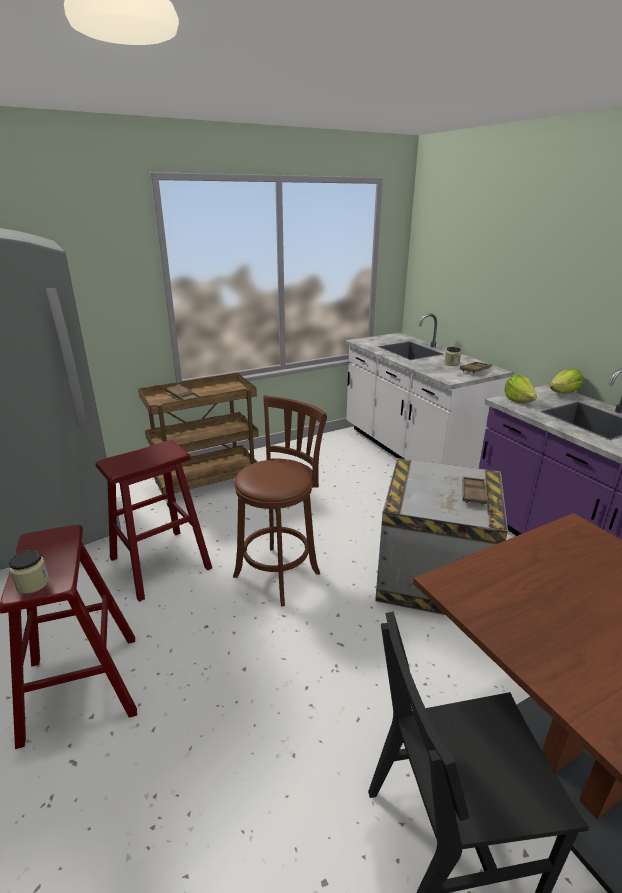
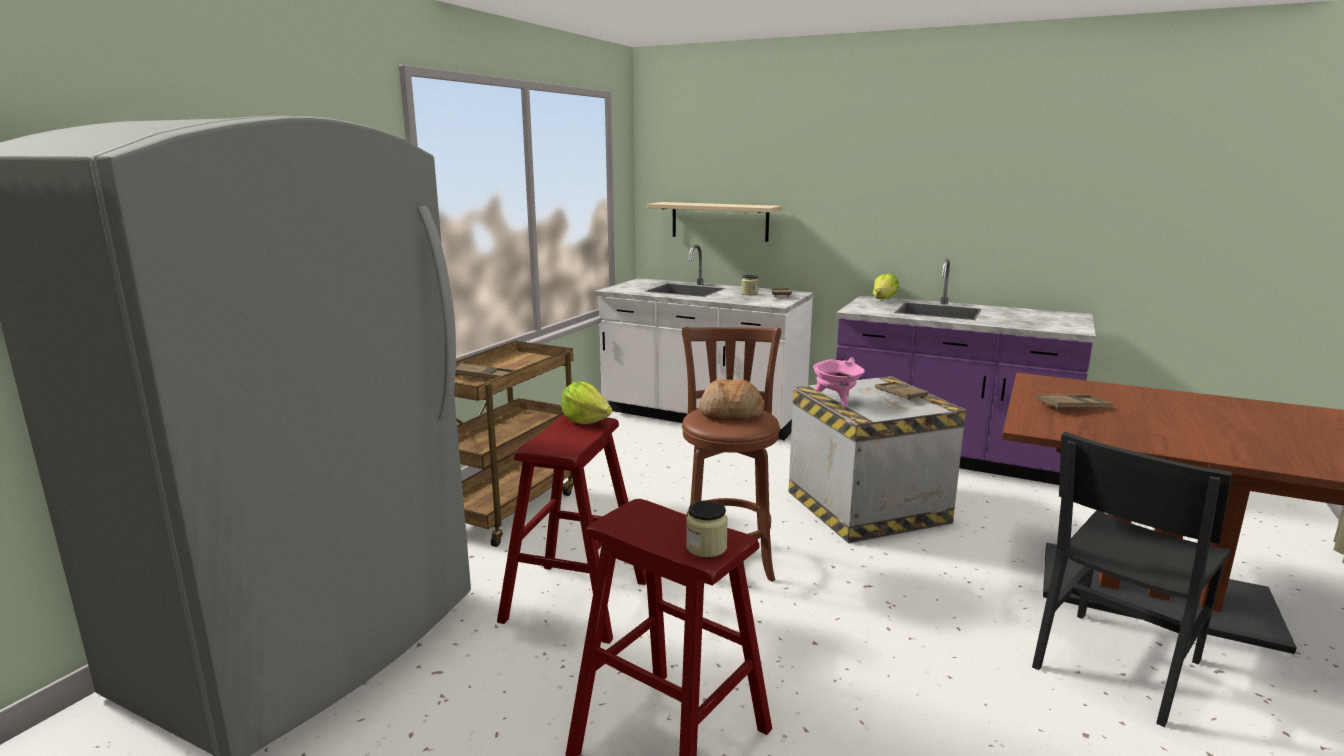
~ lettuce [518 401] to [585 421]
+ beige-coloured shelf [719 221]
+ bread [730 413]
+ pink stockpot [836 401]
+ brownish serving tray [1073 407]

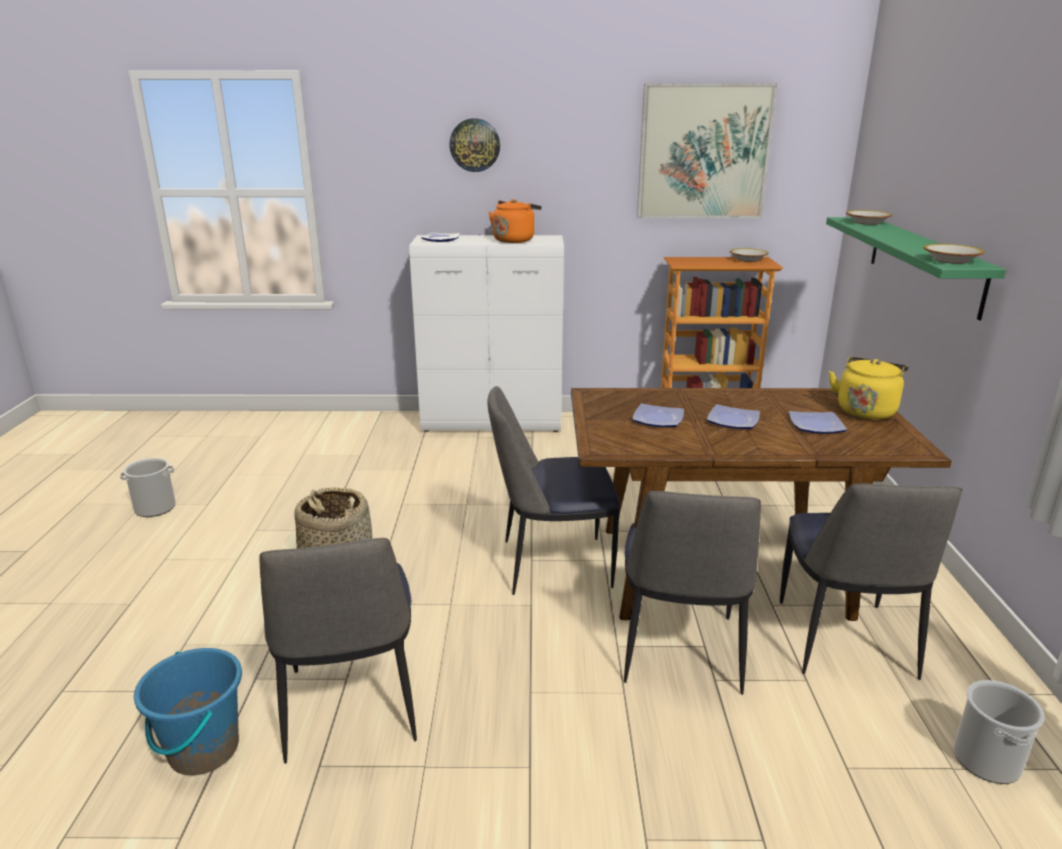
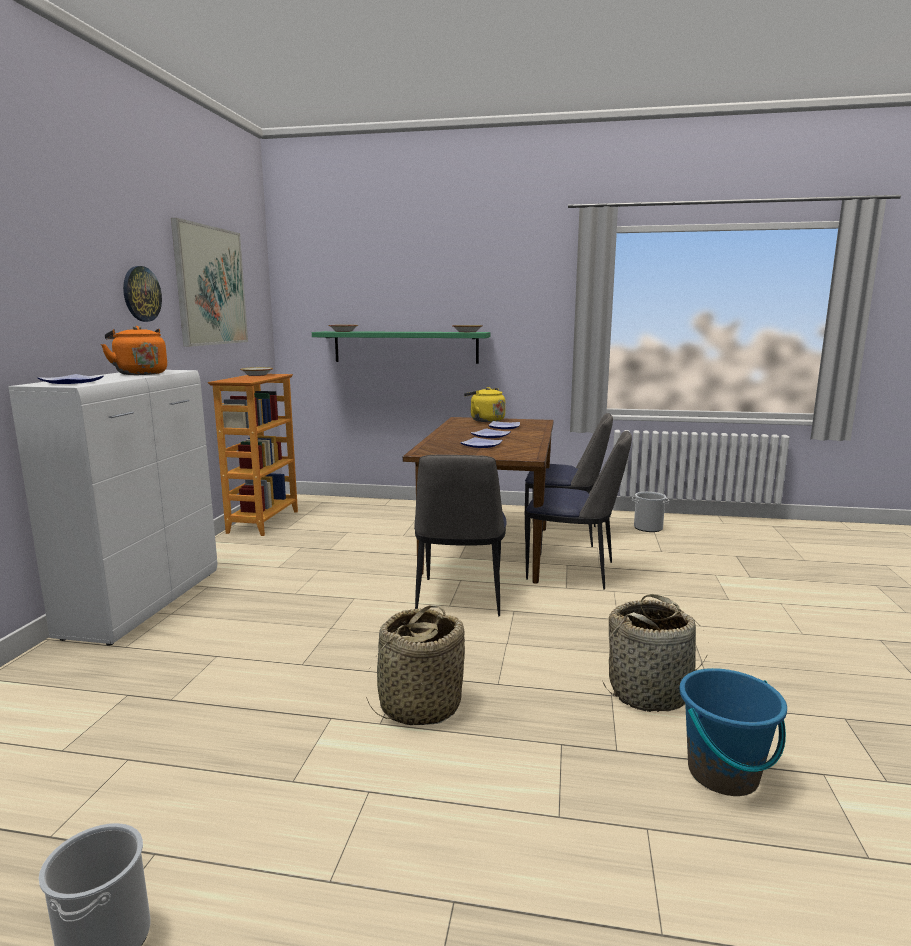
~ wall clock [475 145] to [141 294]
~ plain chair [350 709] to storage basket [649 692]

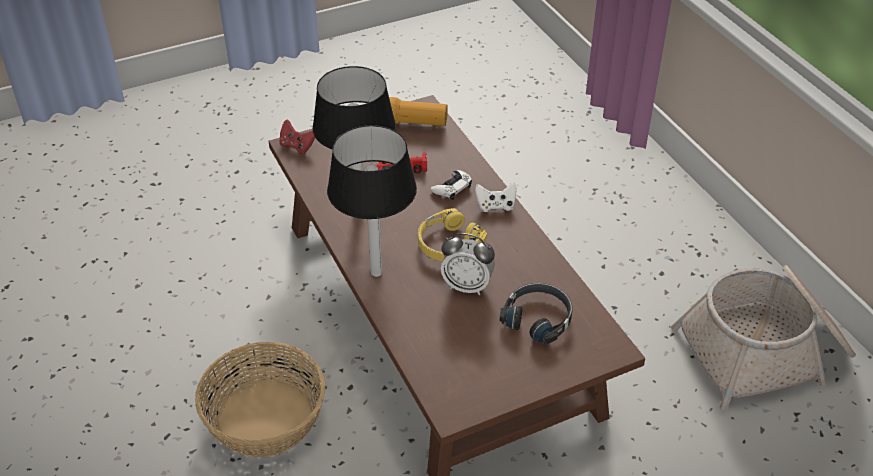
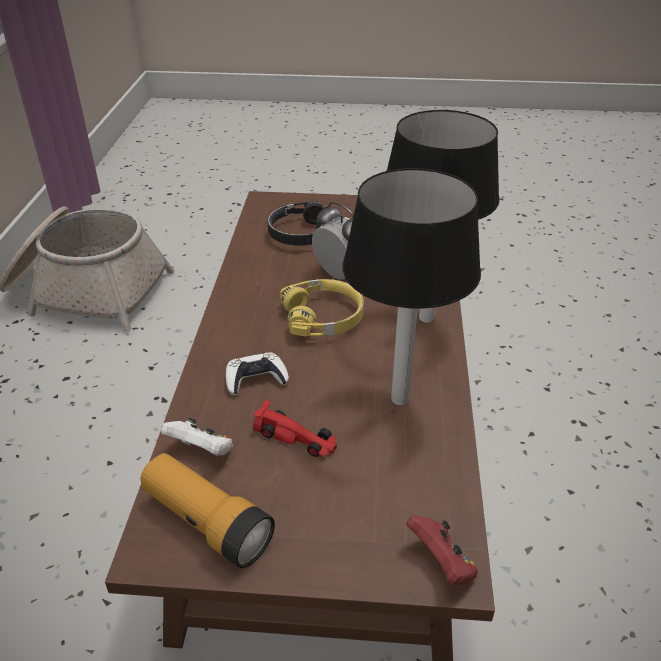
~ white-coloured joypad [495 206] to [202 451]
- storage basket [264 419]

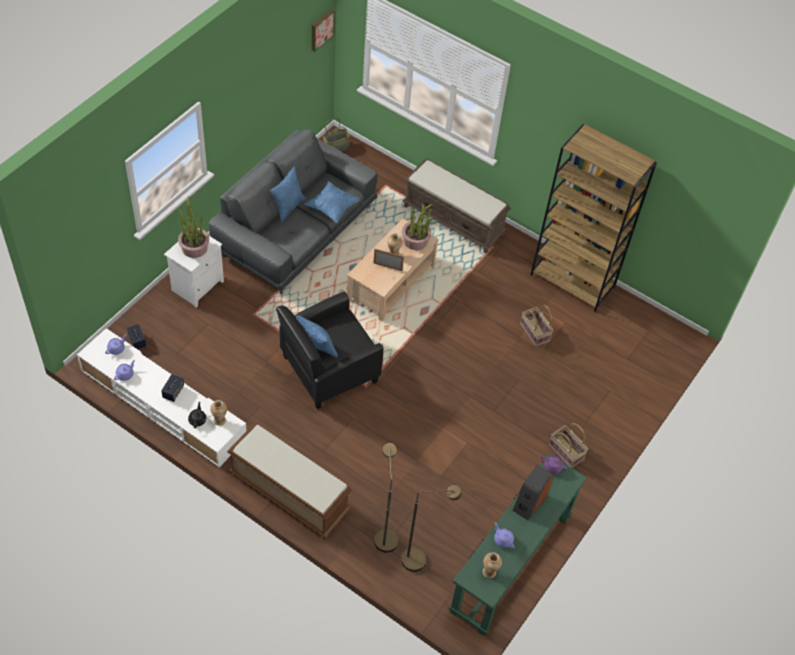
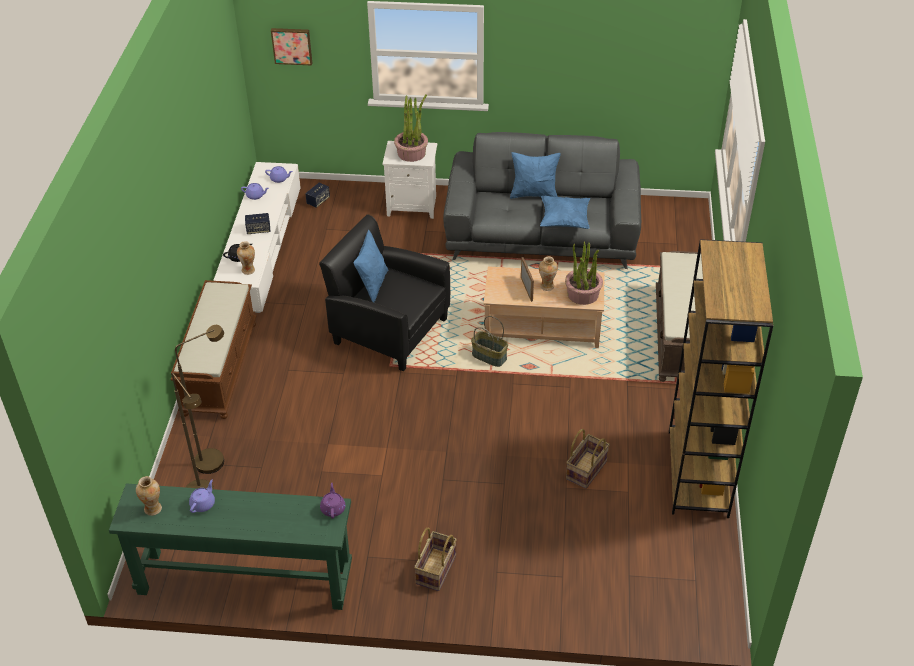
~ picture [321 29] to [292 45]
~ storage basket [336 146] to [490 356]
- audio speaker [529 502]

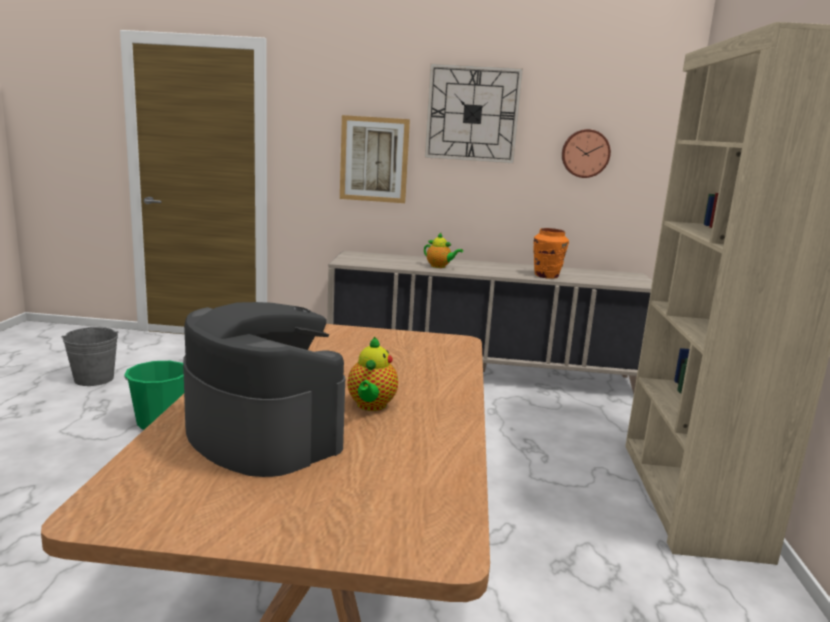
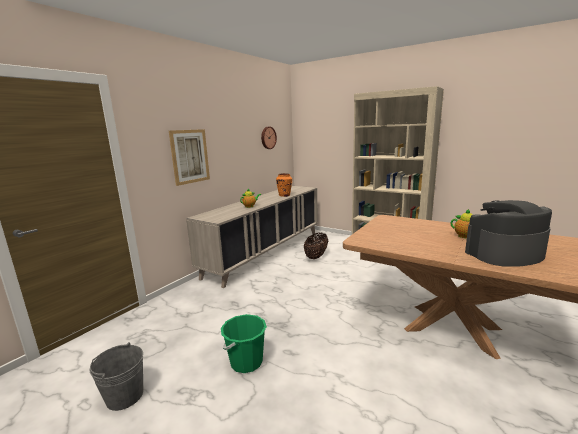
+ storage basket [316 256]
- wall clock [472 114]

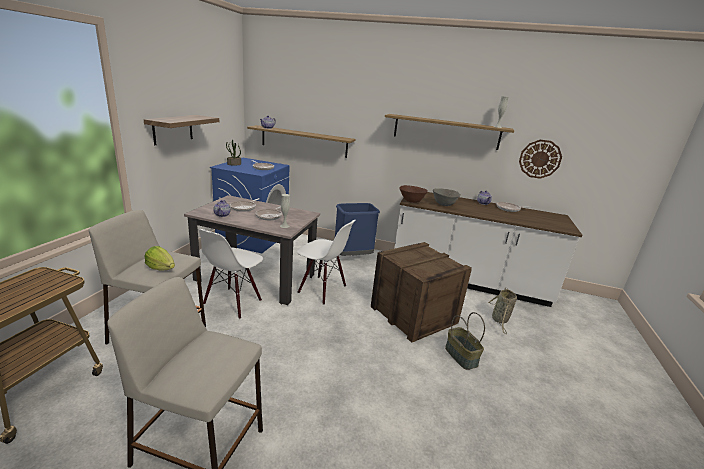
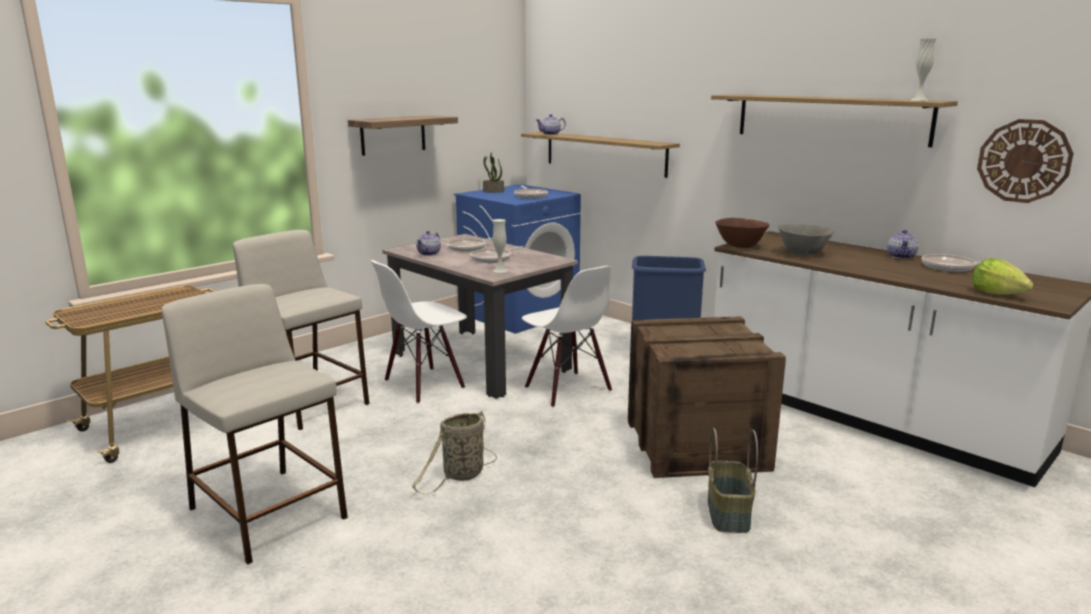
~ storage basket [500 320] to [461 476]
~ lettuce [161 268] to [997 293]

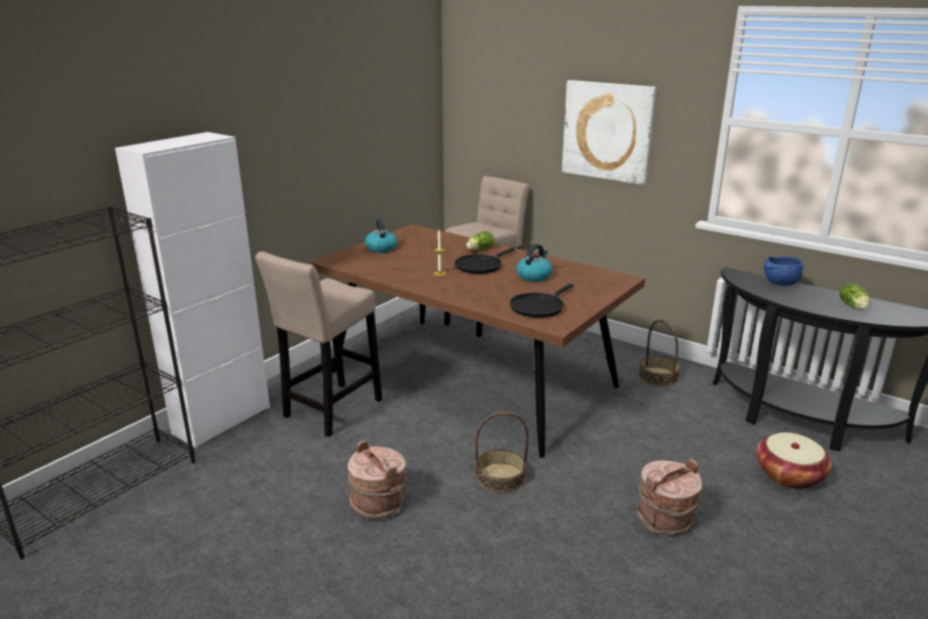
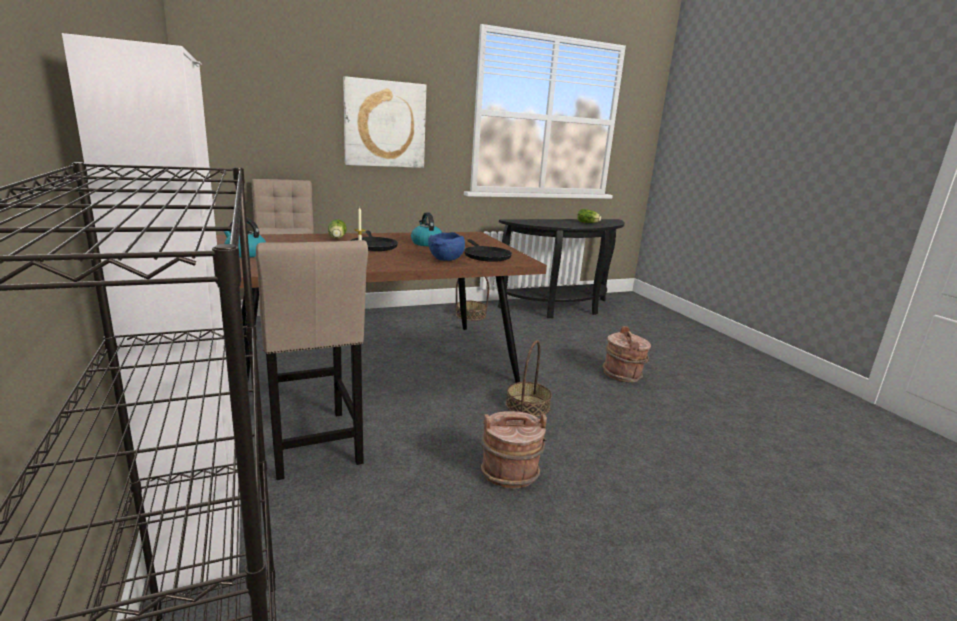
~ blue-coloured bowl [780 284] to [445 260]
- storage basket [789 475]

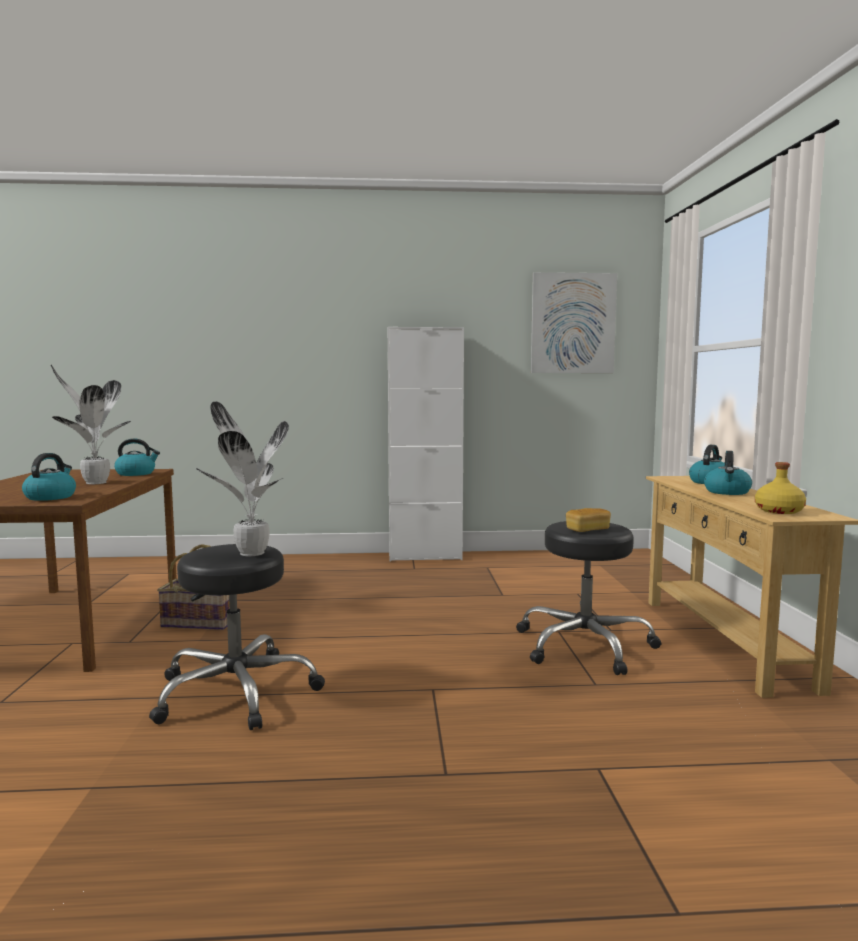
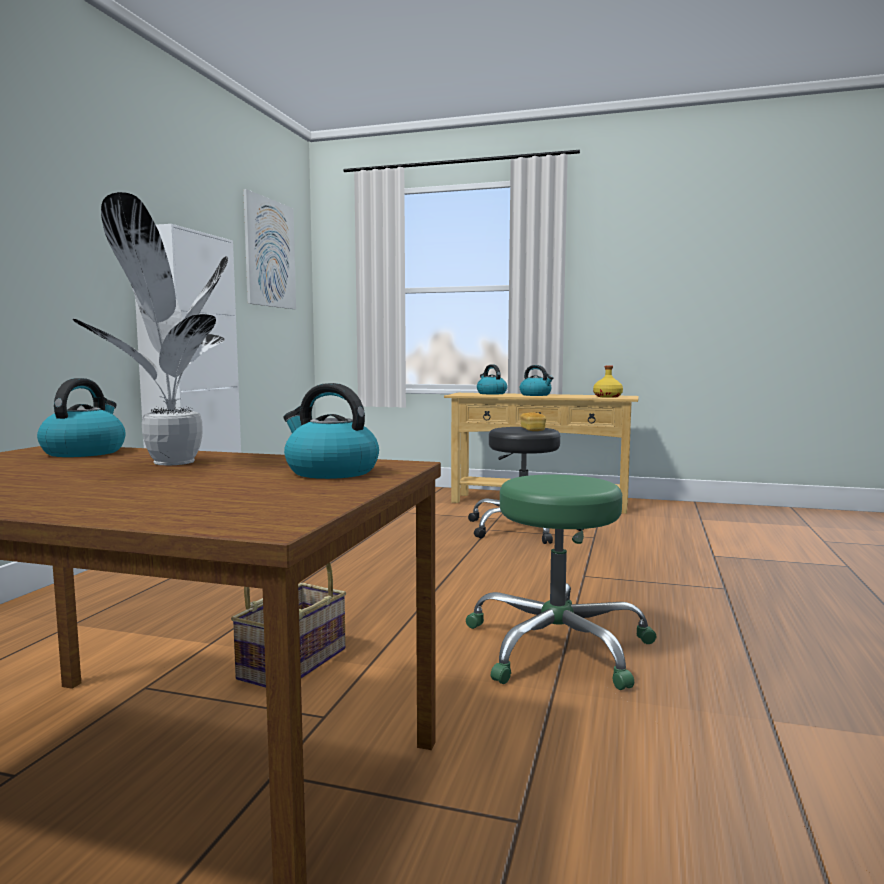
~ blackish stool [236 692] to green stool [558 647]
- potted plant [250 553]

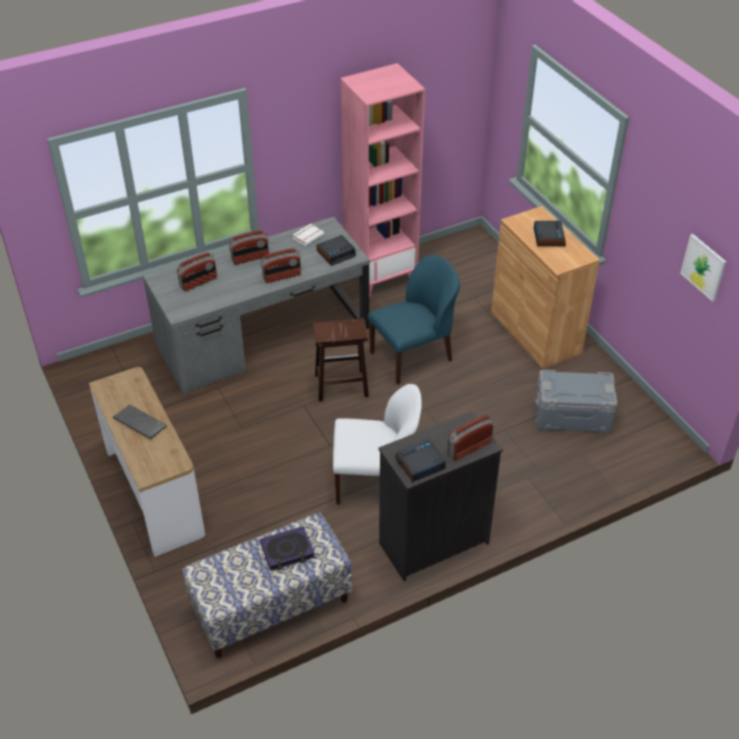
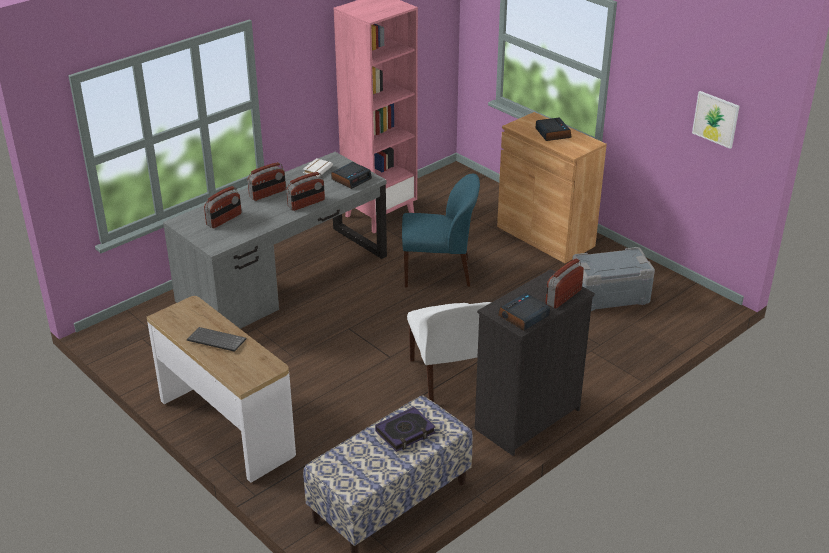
~ blue-coloured plain chair [412 356] = [439 272] 45 degrees clockwise
~ white-coloured plain chair [375 481] = [448 379] 90 degrees clockwise
- brownish stool [340 385]

